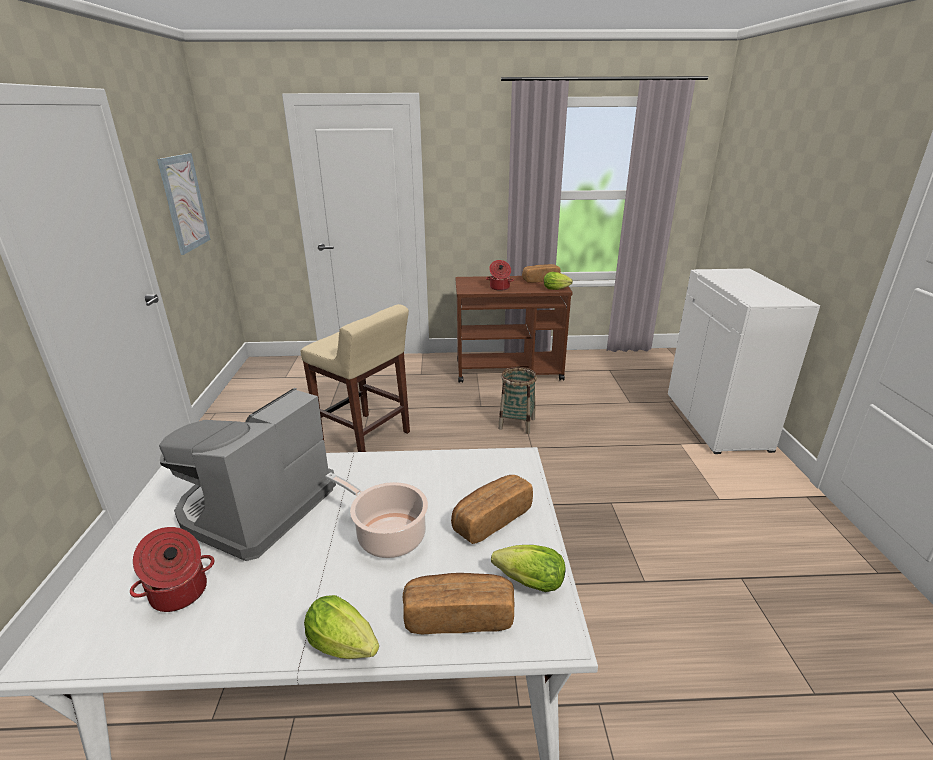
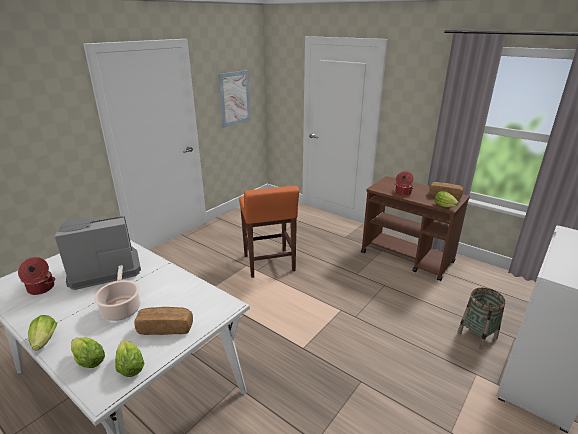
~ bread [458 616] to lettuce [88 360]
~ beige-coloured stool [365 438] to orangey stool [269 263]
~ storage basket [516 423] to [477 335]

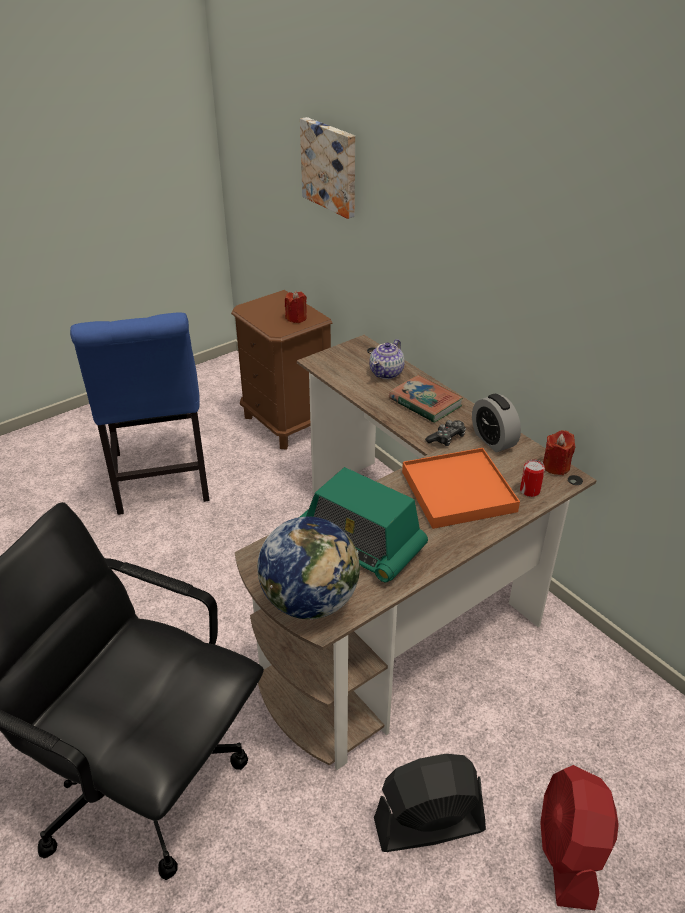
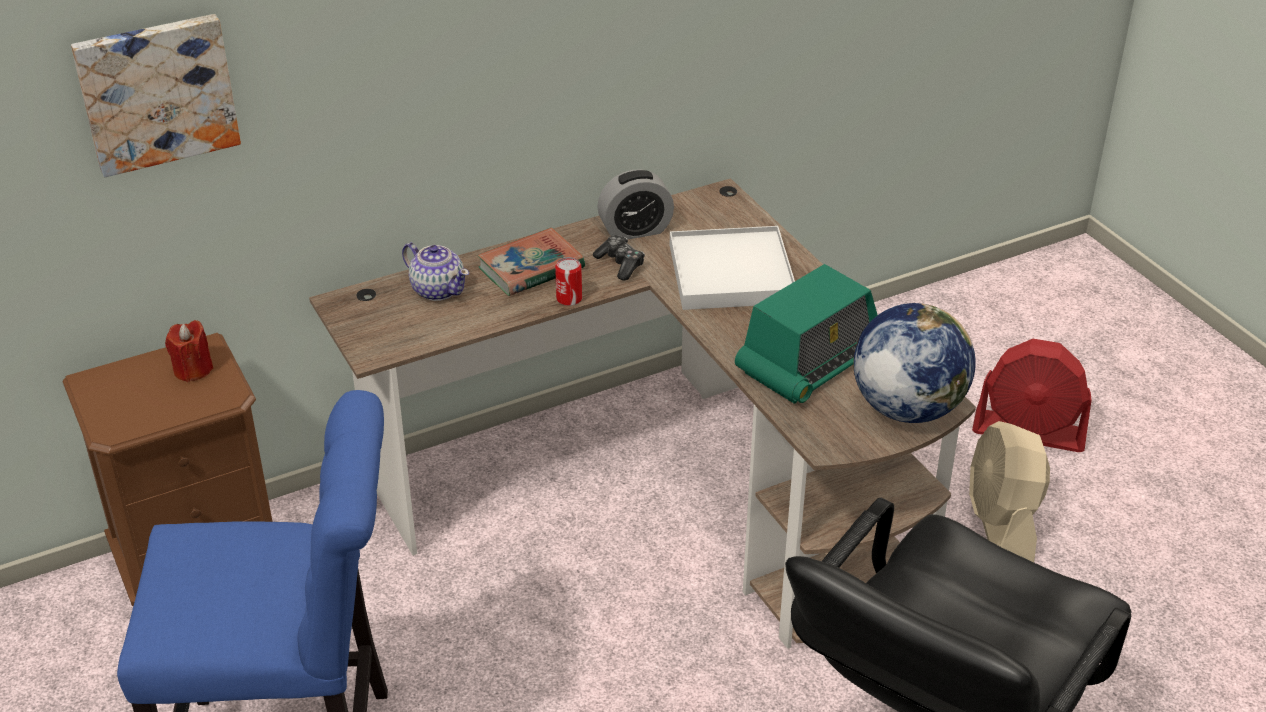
~ can [529 491] to [569 299]
~ orangey serving tray [458 491] to white-coloured serving tray [730 273]
~ blackish electric fan [428 825] to beige-coloured electric fan [1001 524]
- red-coloured candle [556 466]

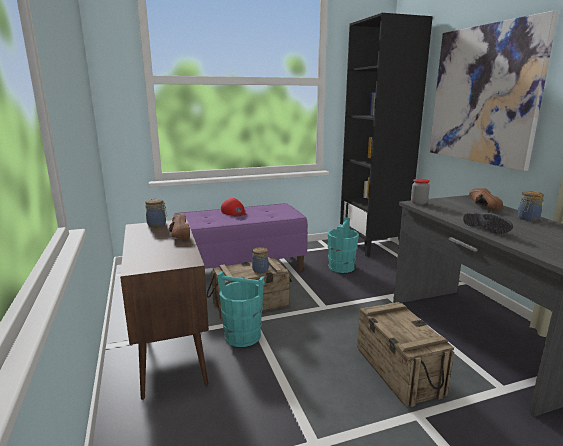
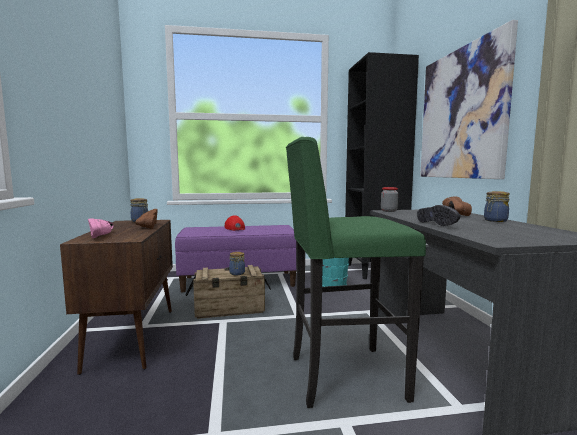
+ pink low shoe [103 236]
~ shipping crate [397 371] to green stool [343 377]
- turquoise-coloured water bucket [242 336]

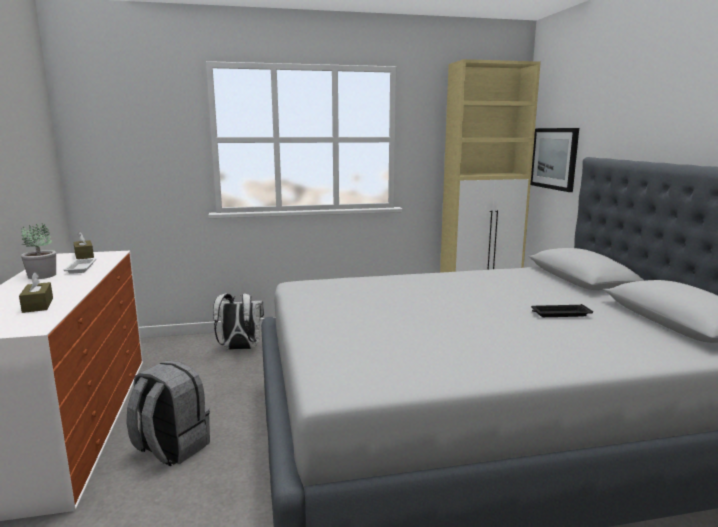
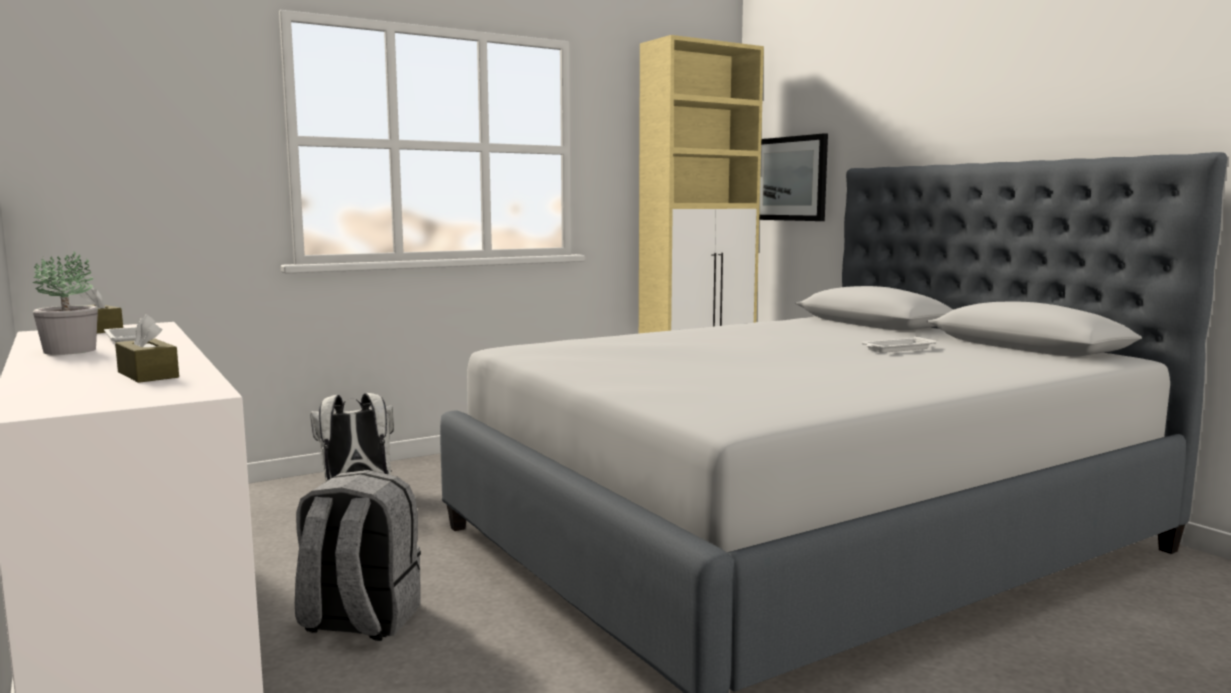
~ blackish serving tray [559 314] to white-coloured serving tray [897 349]

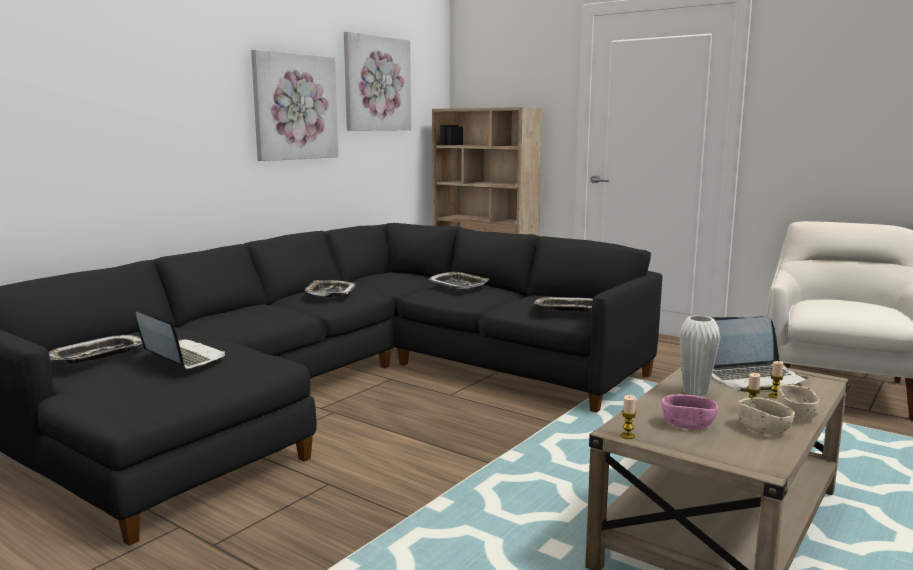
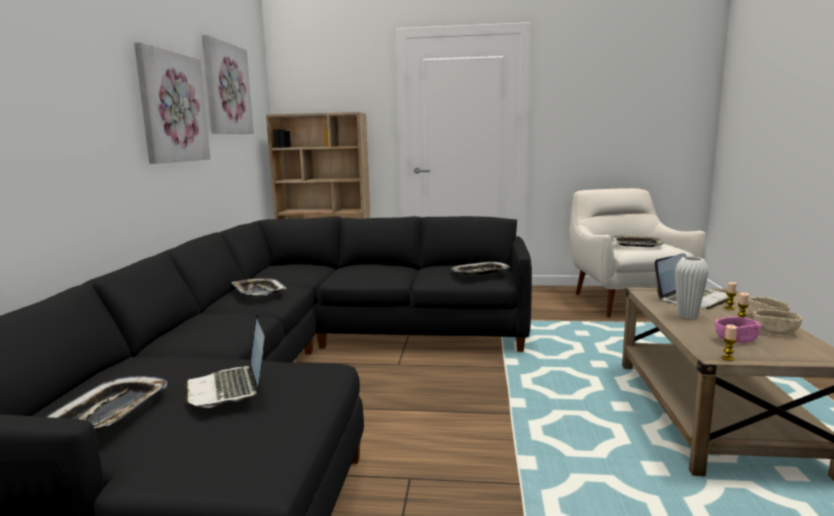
~ notebook computer [181 358] = [229 388] 120 degrees counterclockwise
~ serving tray [459 285] to [636 245]

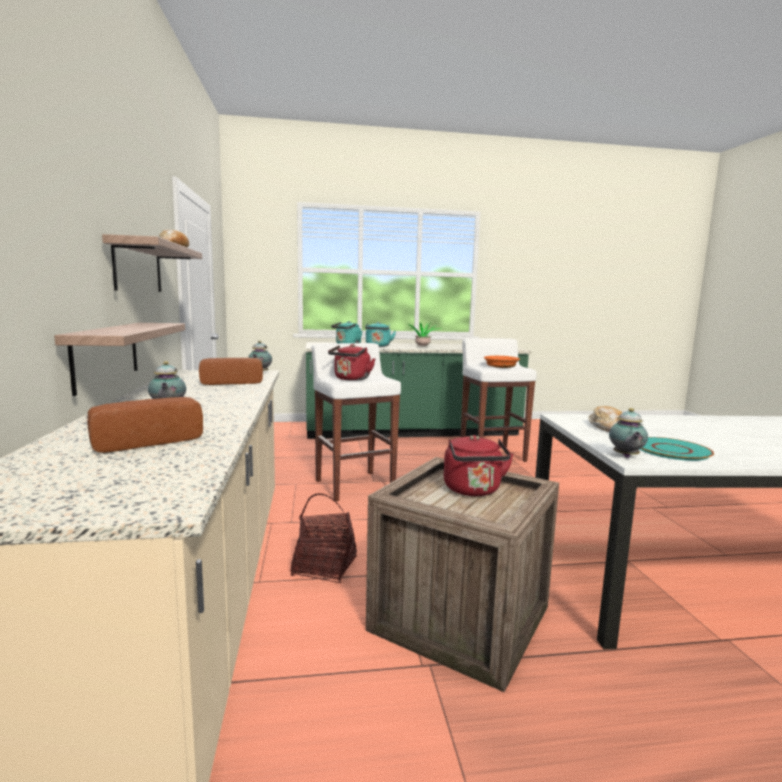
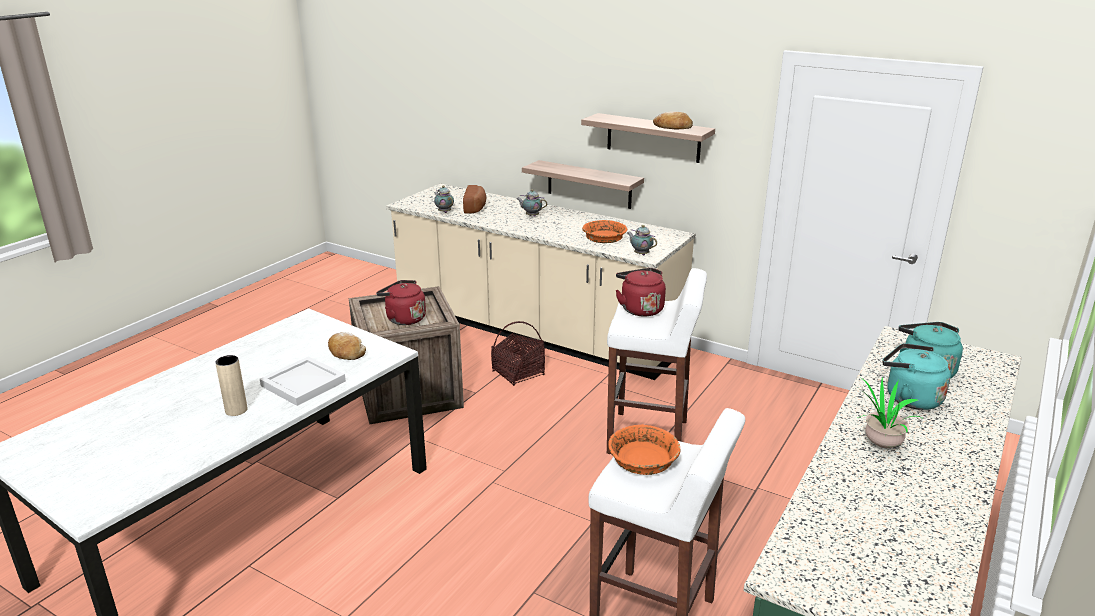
+ beige-coloured decorative vase [236 410]
+ white-coloured serving tray [304 383]
~ pot for tea [625 457] to [444 212]
~ bread [231 382] to orangey bowl [604 239]
- turquoise-coloured dinner plate [672 450]

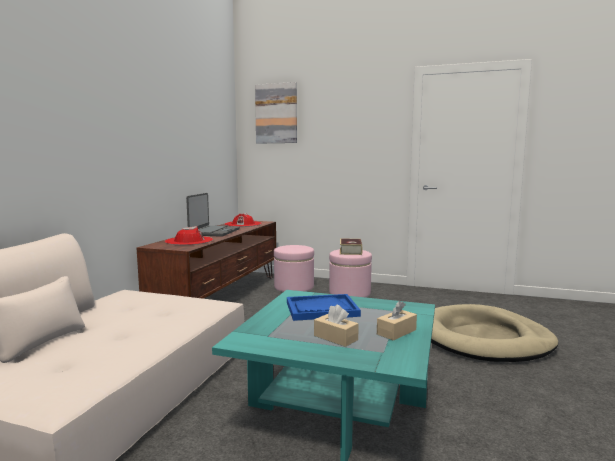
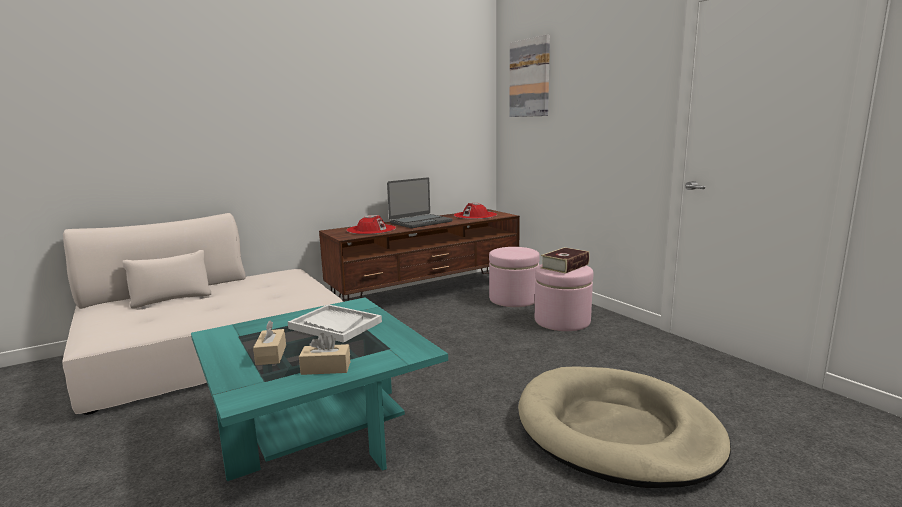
~ blue-coloured serving tray [321 309] to white-coloured serving tray [335 325]

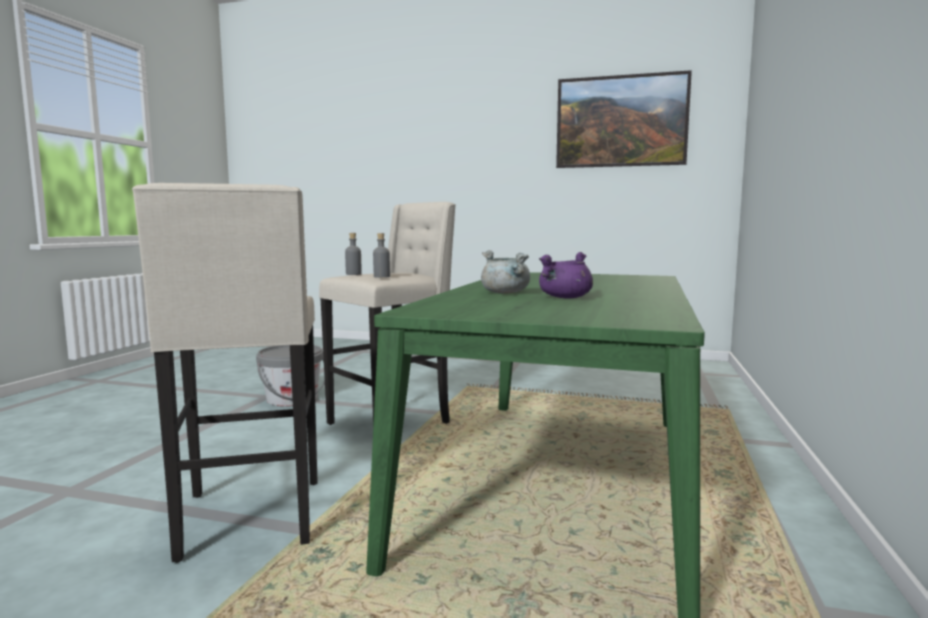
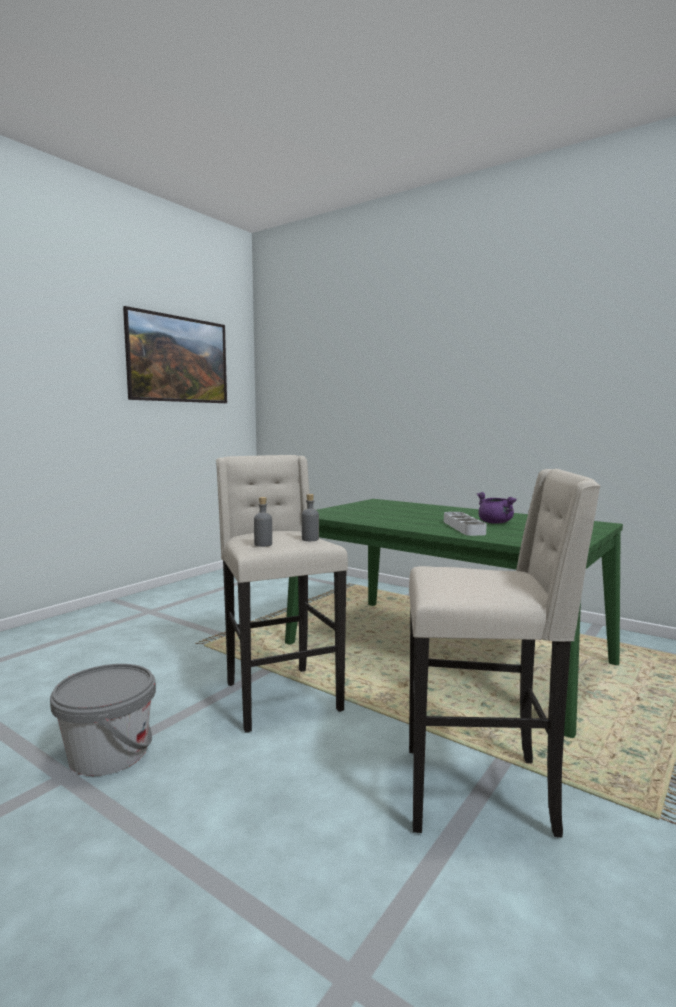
~ greyish stockpot [505 293] to greyish serving tray [463 527]

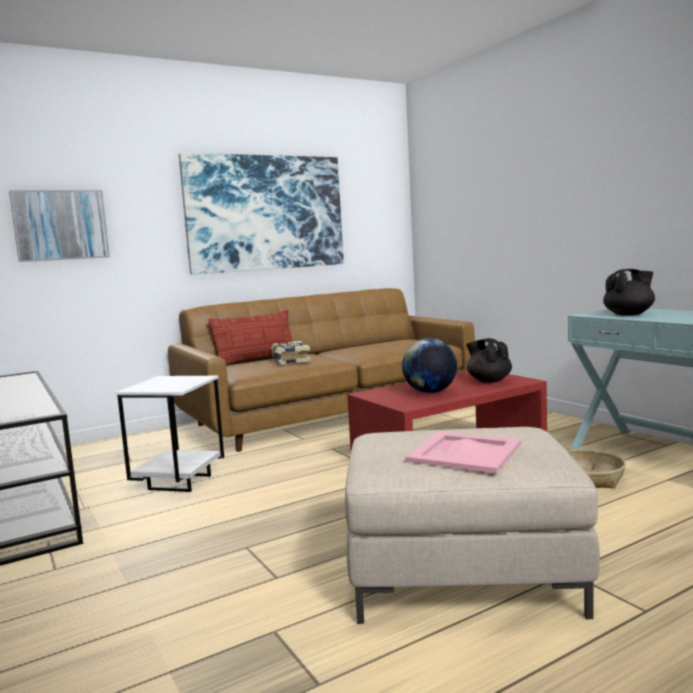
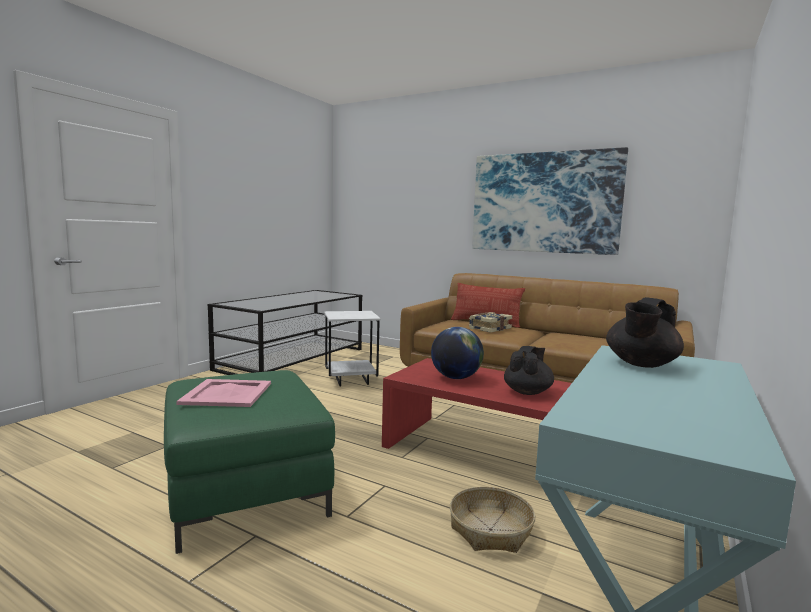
~ beige-coloured footrest [462 572] to green footrest [246 488]
~ blackish pot for tea [629 314] = [641 364] 90 degrees clockwise
- picture [60 225]

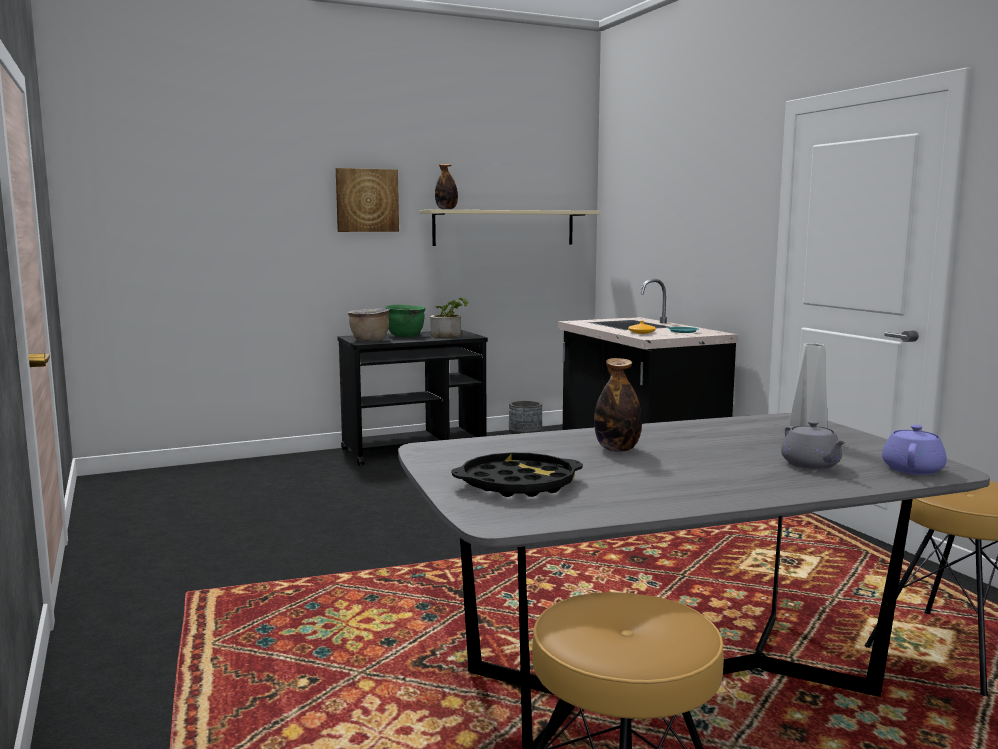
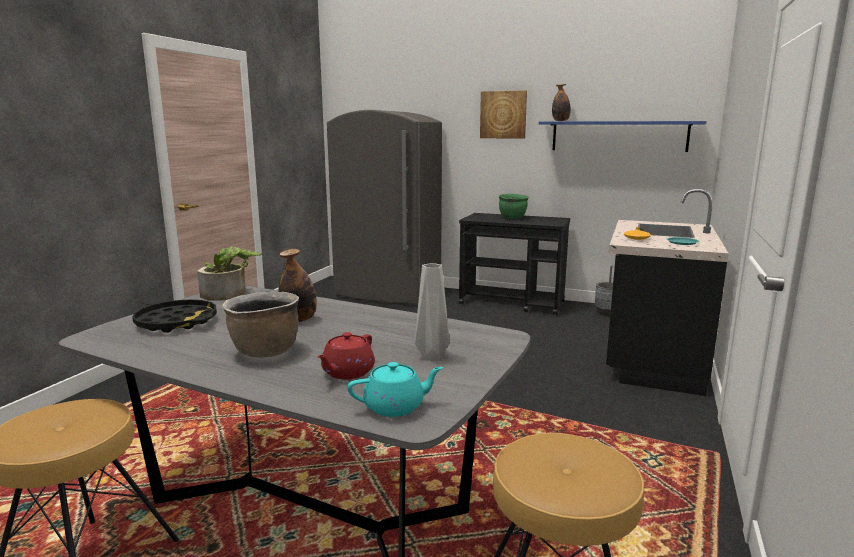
~ potted plant [449 334] to [230 294]
~ brownish stockpot [369 341] to [264 351]
~ greyish pot for tea [811 465] to red-coloured pot for tea [347 372]
+ greyish kitchen fridge [388 292]
~ purple-coloured pot for tea [912 469] to turquoise-coloured pot for tea [395 407]
~ beige-coloured shelf [504 228] to blue-coloured shelf [618 136]

